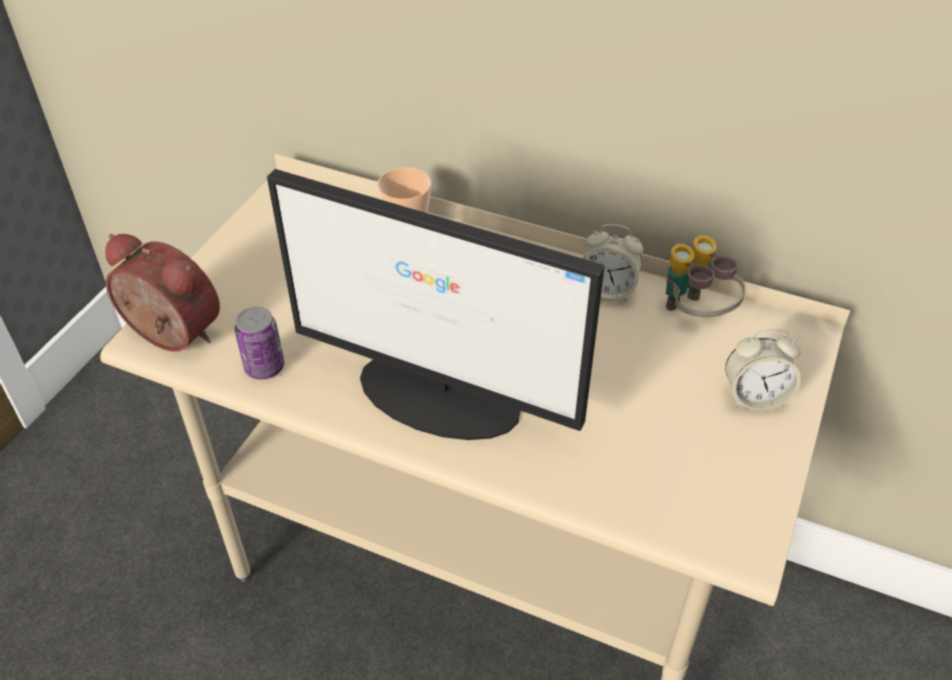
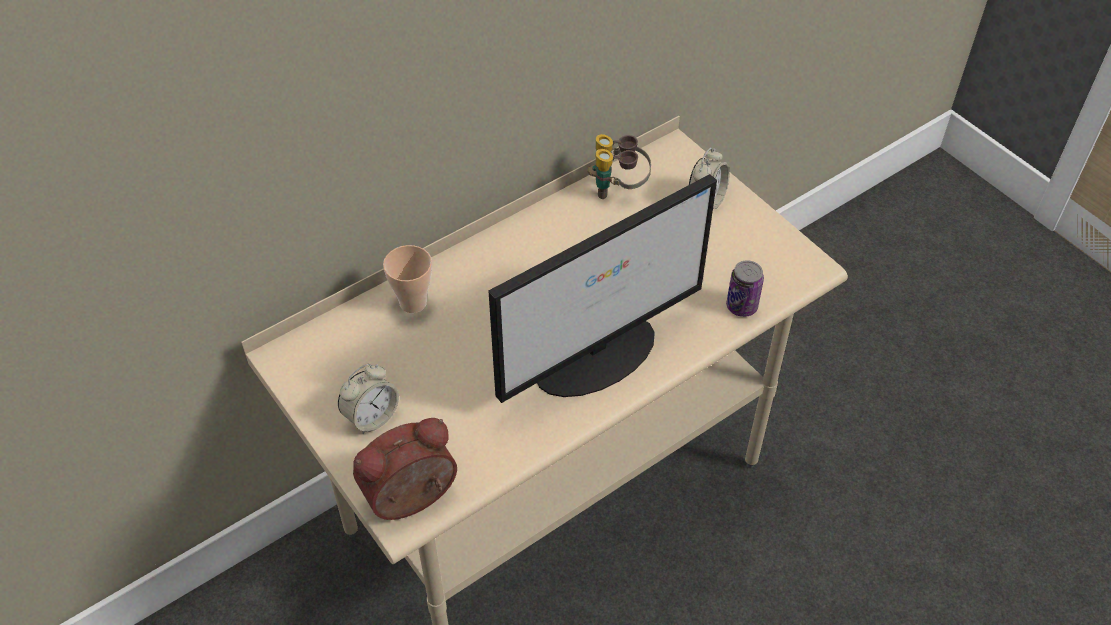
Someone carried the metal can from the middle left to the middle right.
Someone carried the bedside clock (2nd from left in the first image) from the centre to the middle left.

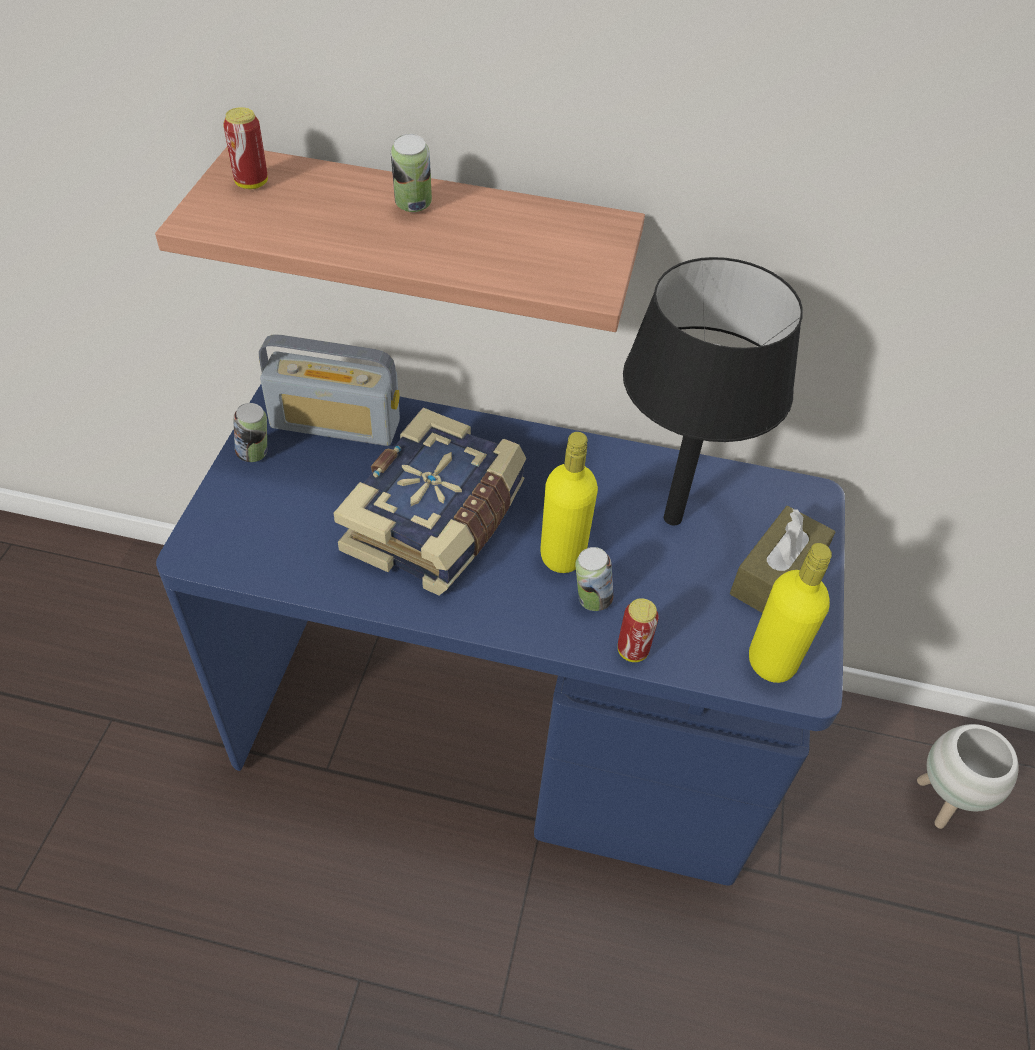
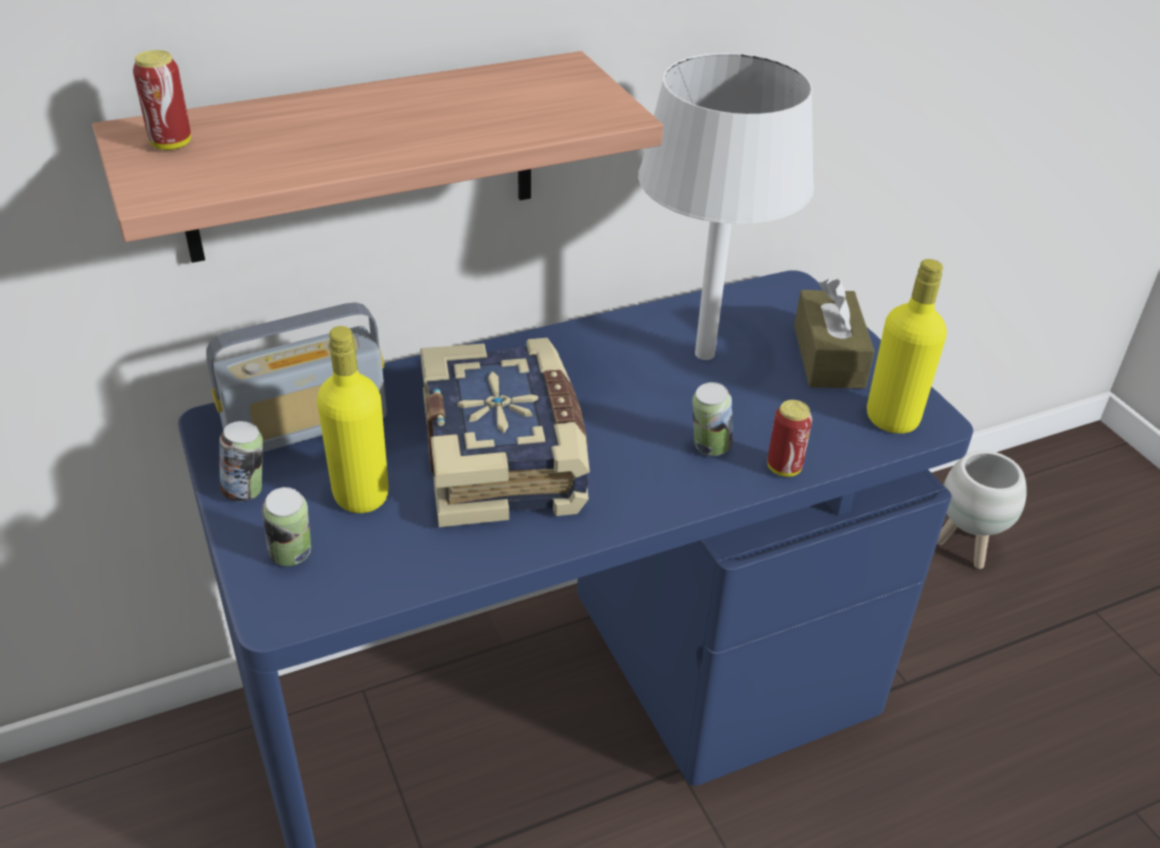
Someone carried the metal can (3rd from left) from the top centre to the middle left.
Someone carried the drink bottle (yellow) (1st from left) from the centre to the middle left.
Someone repainted the lamp for a table (black-coloured) at the middle right, which became the lamp for a table (white-coloured) at the top centre.

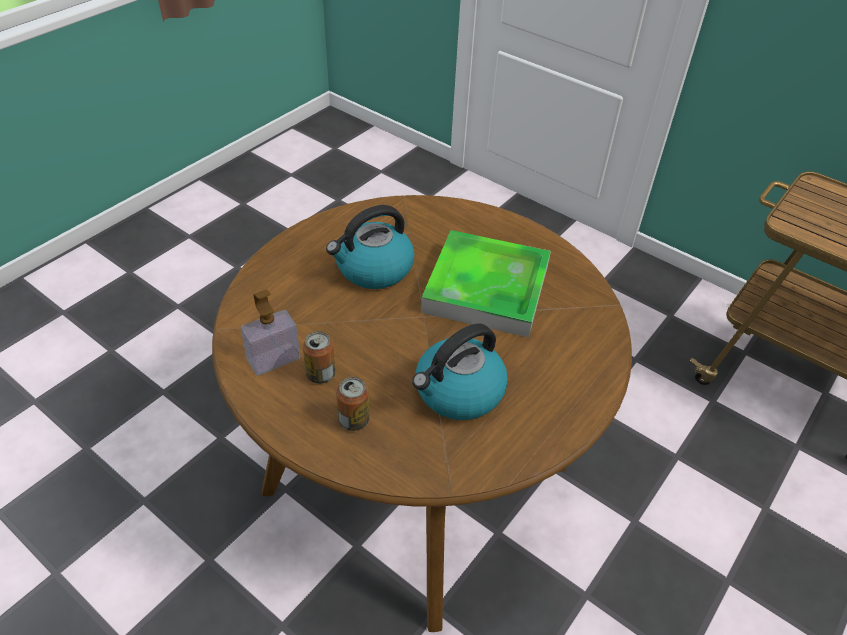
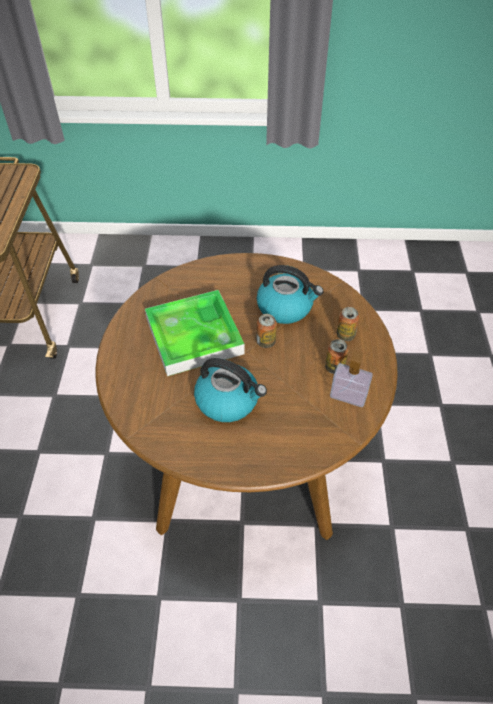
Someone put down the metal can (1st from left) at the centre.

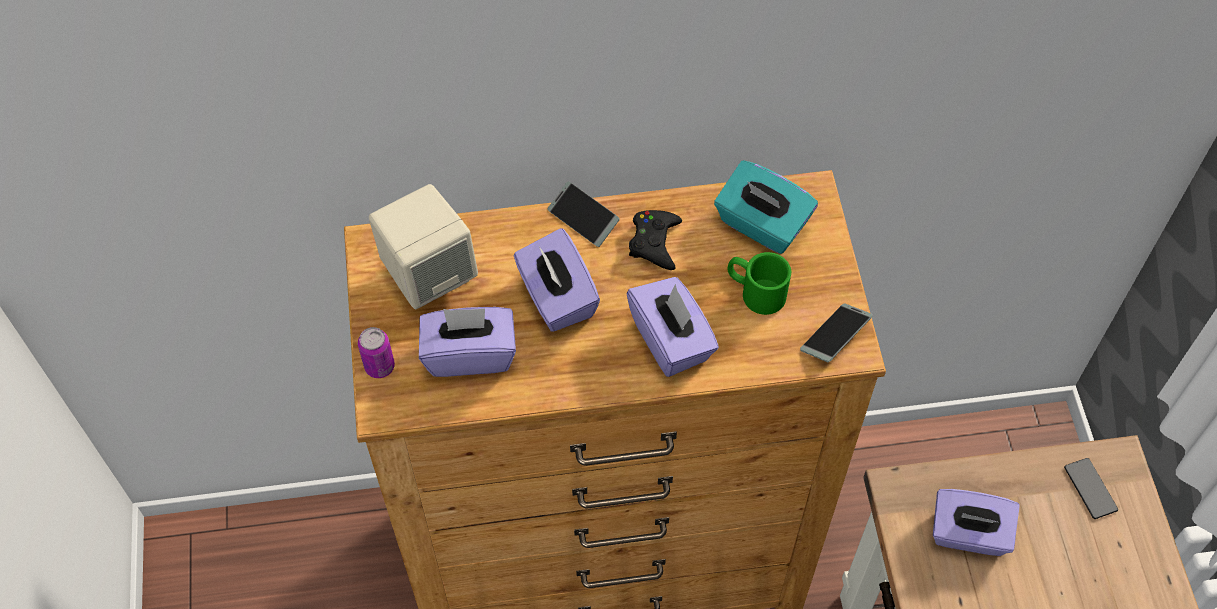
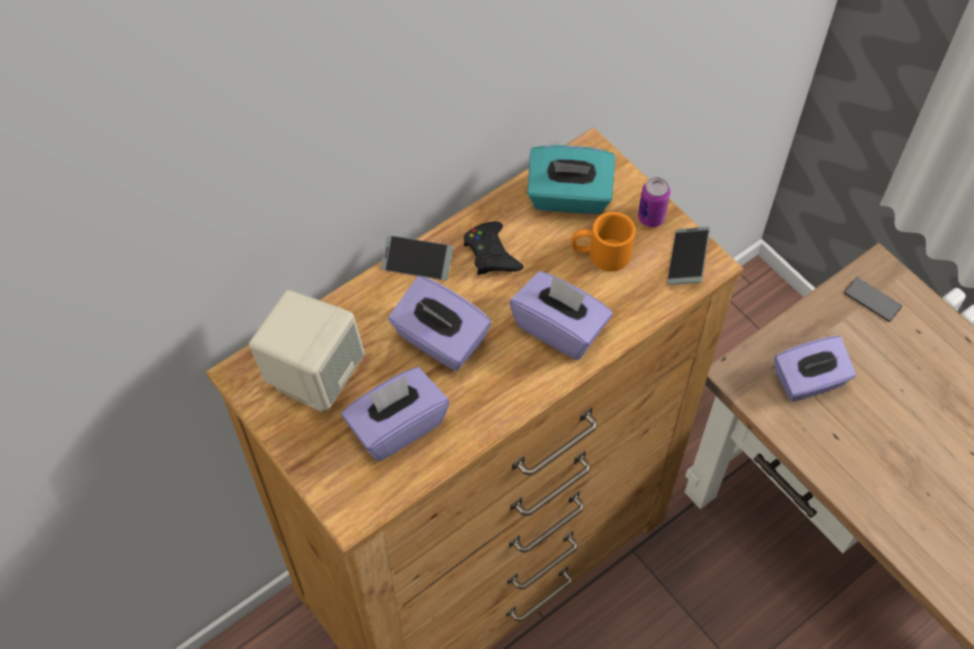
Someone carried the metal can from the middle left to the top right.
Someone repainted the tea mug (green) at the centre, which became the tea mug (orange-coloured) at the centre.

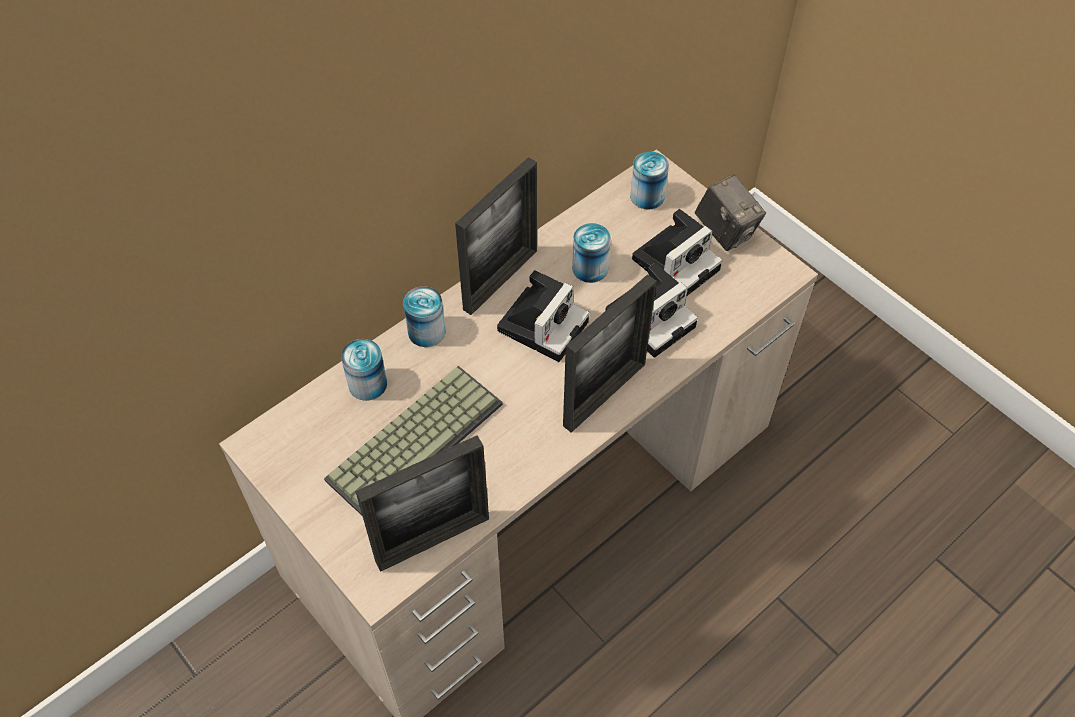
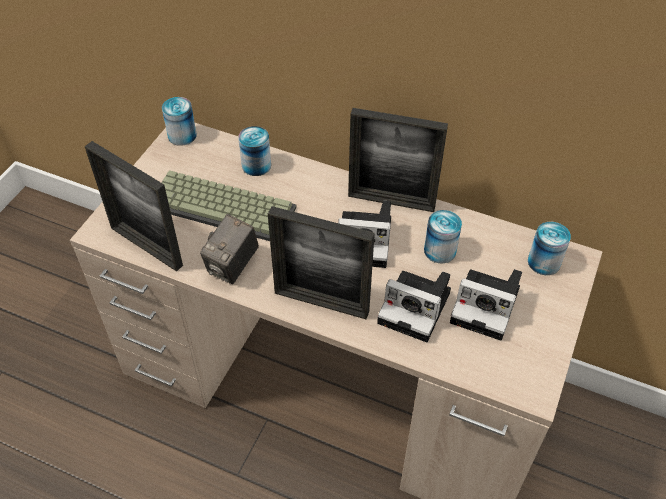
Someone carried the metal can (2nd from left in the first image) from the centre to the top left.
Someone carried the still camera (4th from left in the first image) from the top right to the centre.

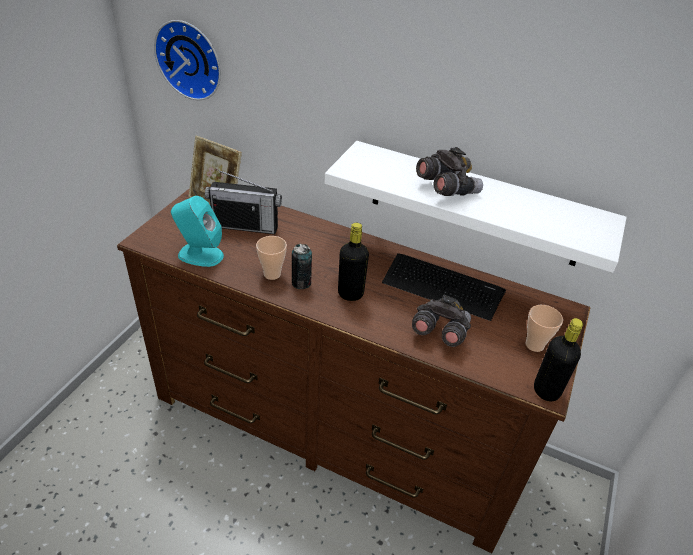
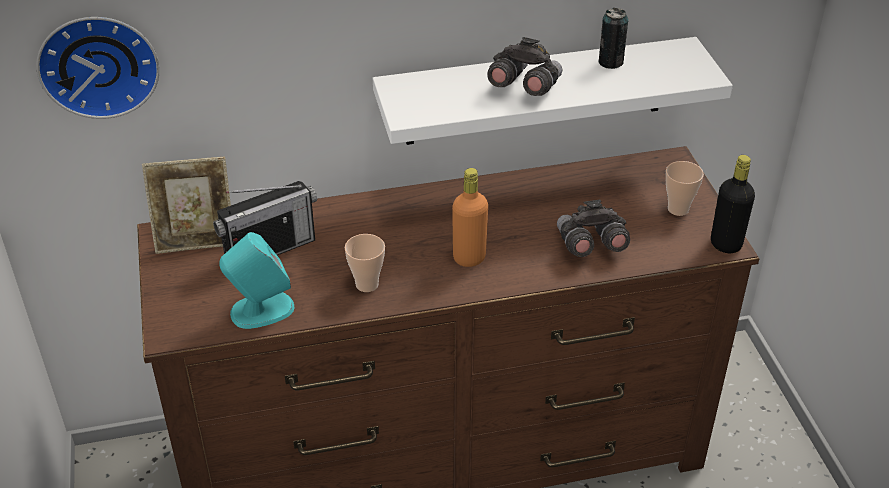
Someone took away the keyboard at the centre.
Someone carried the metal can from the centre to the top right.
Someone repainted the drink bottle (black-coloured) (1st from left) at the centre, which became the drink bottle (orange-coloured) at the centre.

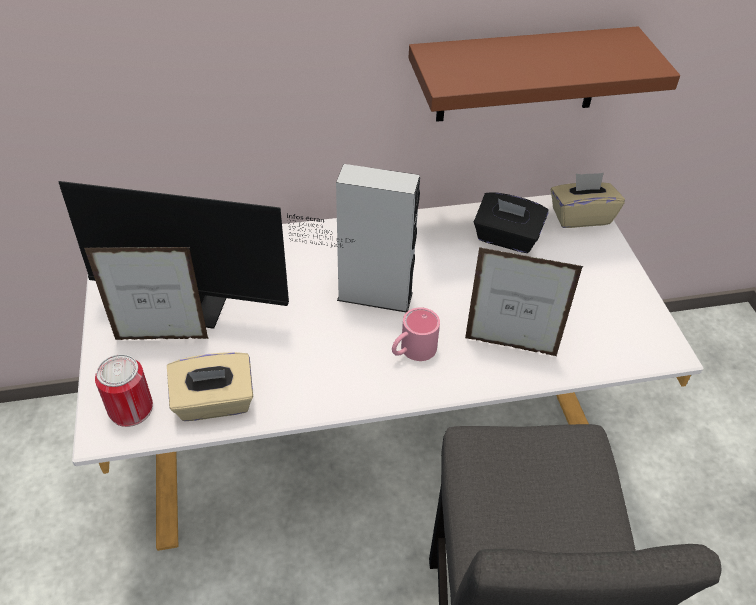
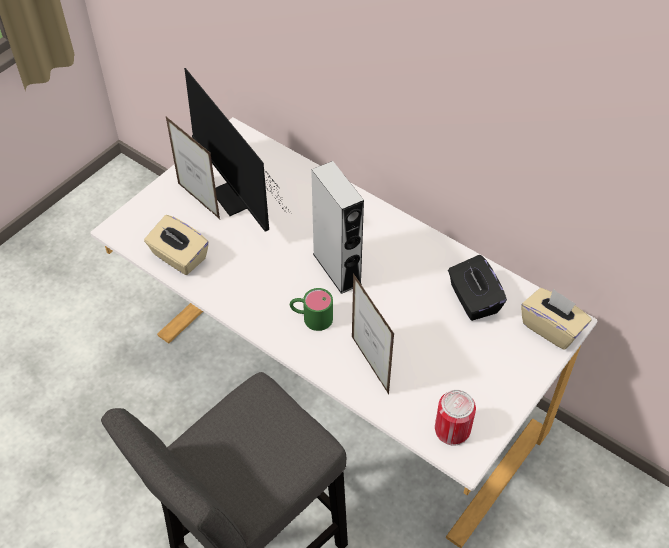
Someone took away the wall shelf (brown) at the top right.
Someone carried the metal can from the middle left to the bottom right.
Someone repainted the tea mug (pink) at the centre, which became the tea mug (green) at the centre.

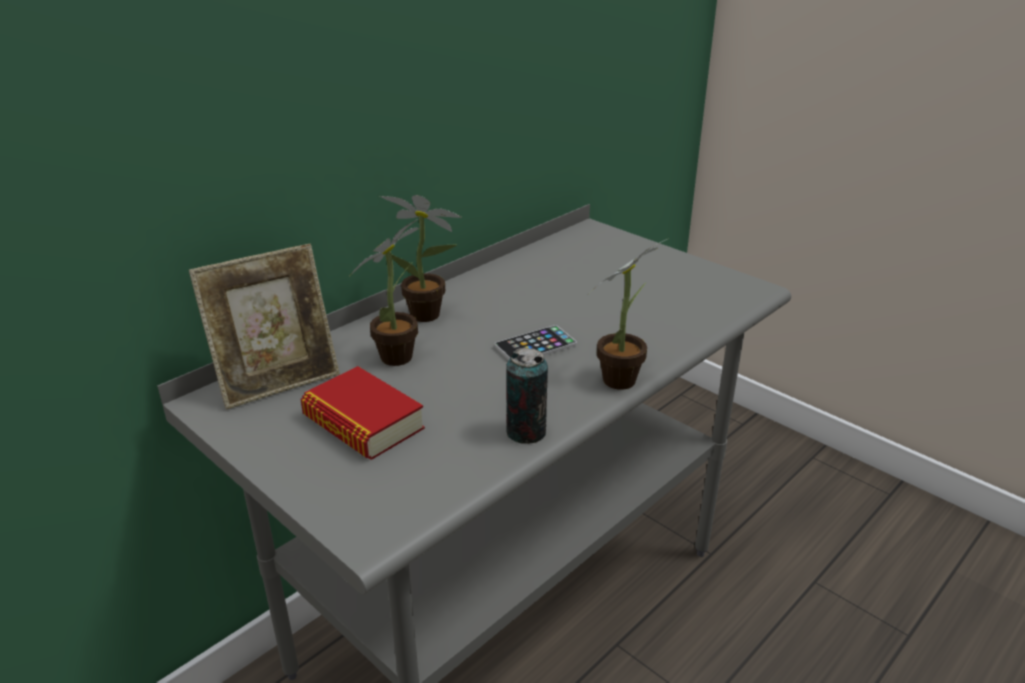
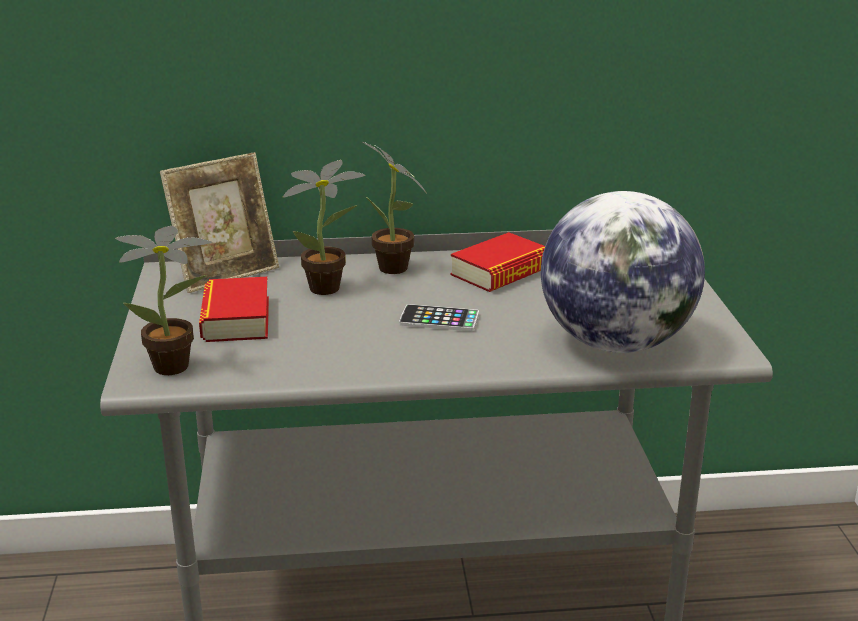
Someone took away the metal can at the centre.
Someone put down the book (2nd from left) at the centre.
Someone put down the world globe at the middle right.
Someone carried the houseplant (3rd from left in the first image) from the centre to the middle left.
Someone rotated the standing frame at the middle left by 45 degrees counterclockwise.

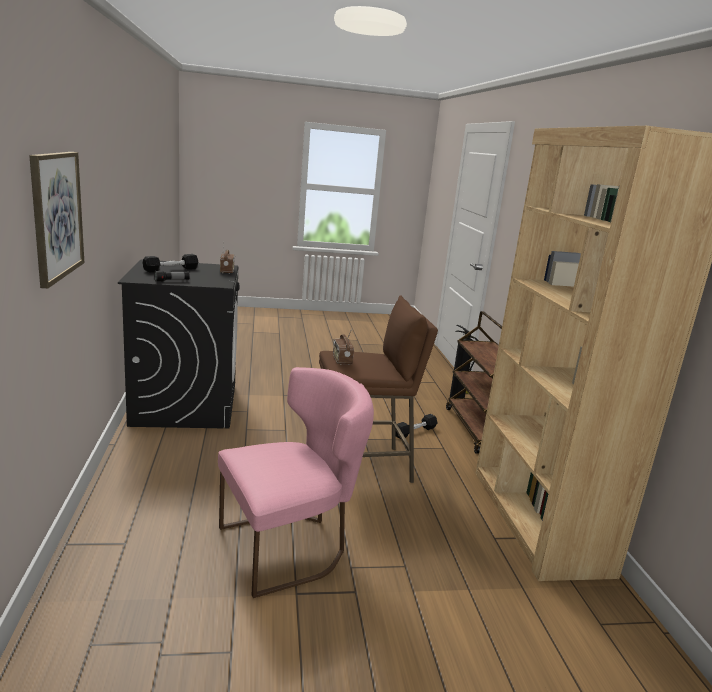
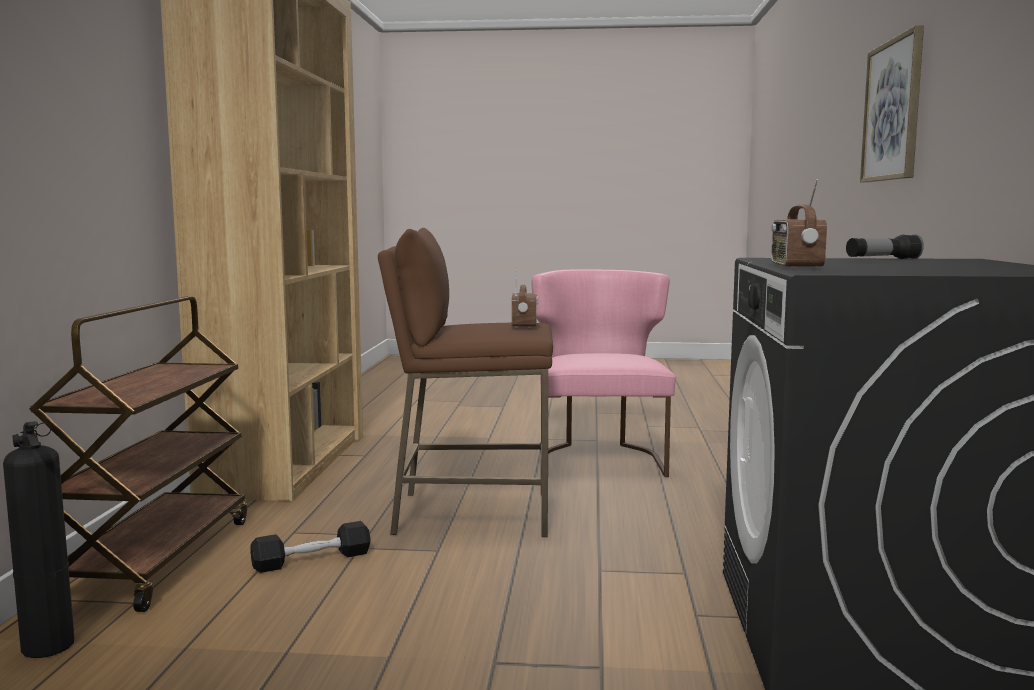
Someone took away the free weight (black-coloured) (1st from left) at the middle left.
Someone rotated the upright chair (pink) at the bottom centre by 105 degrees clockwise.

